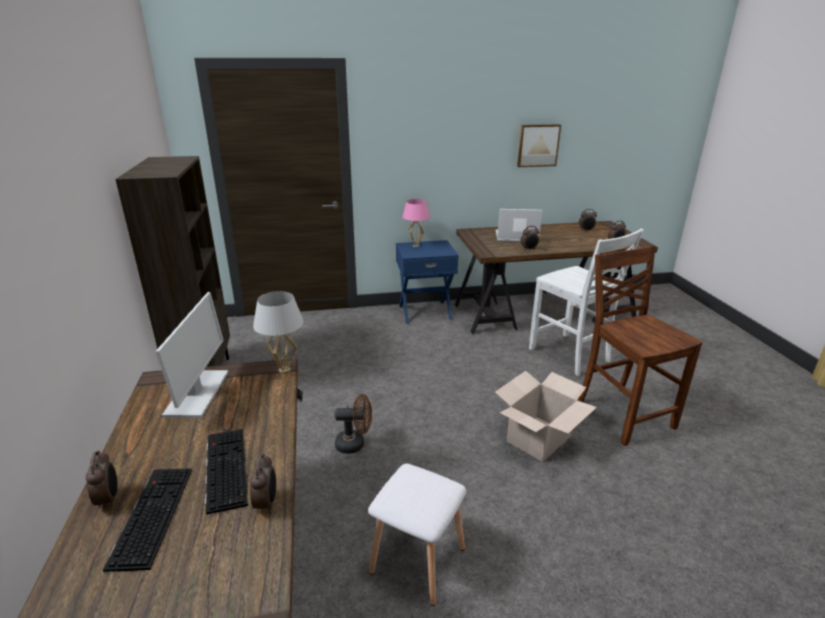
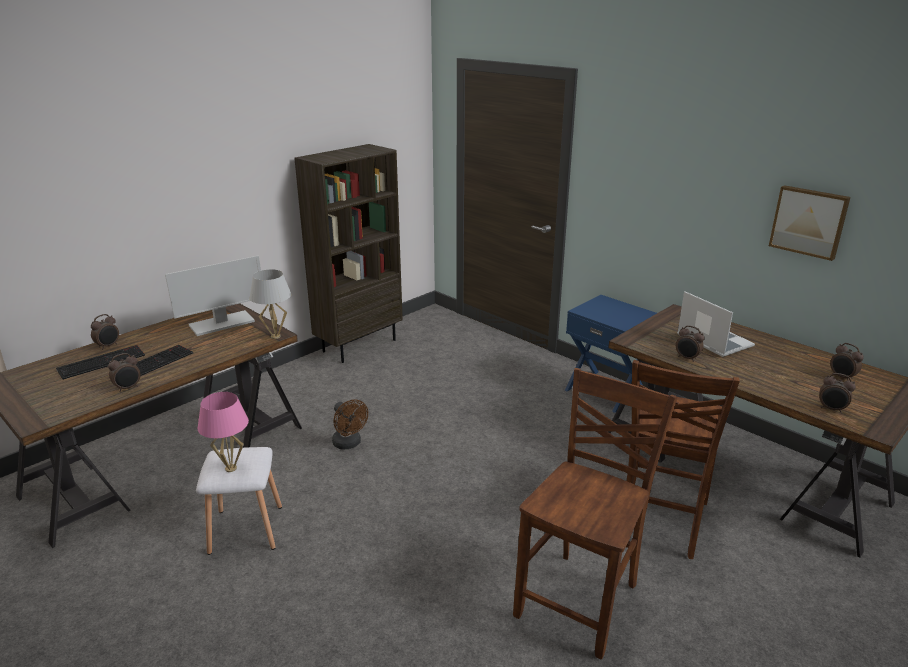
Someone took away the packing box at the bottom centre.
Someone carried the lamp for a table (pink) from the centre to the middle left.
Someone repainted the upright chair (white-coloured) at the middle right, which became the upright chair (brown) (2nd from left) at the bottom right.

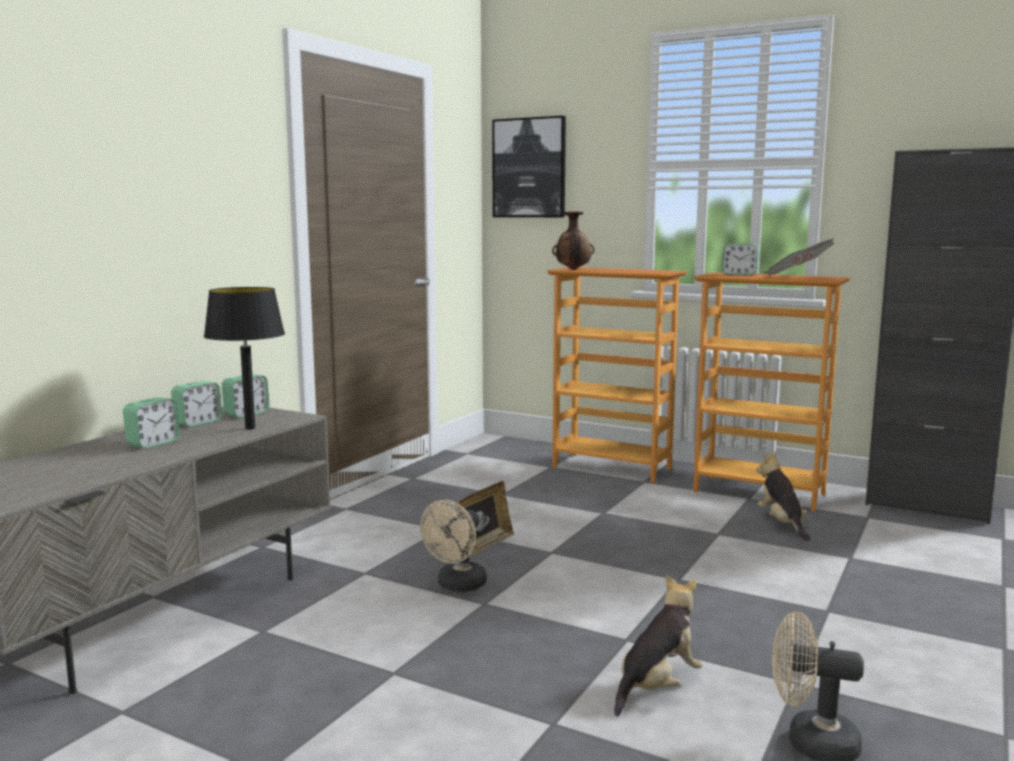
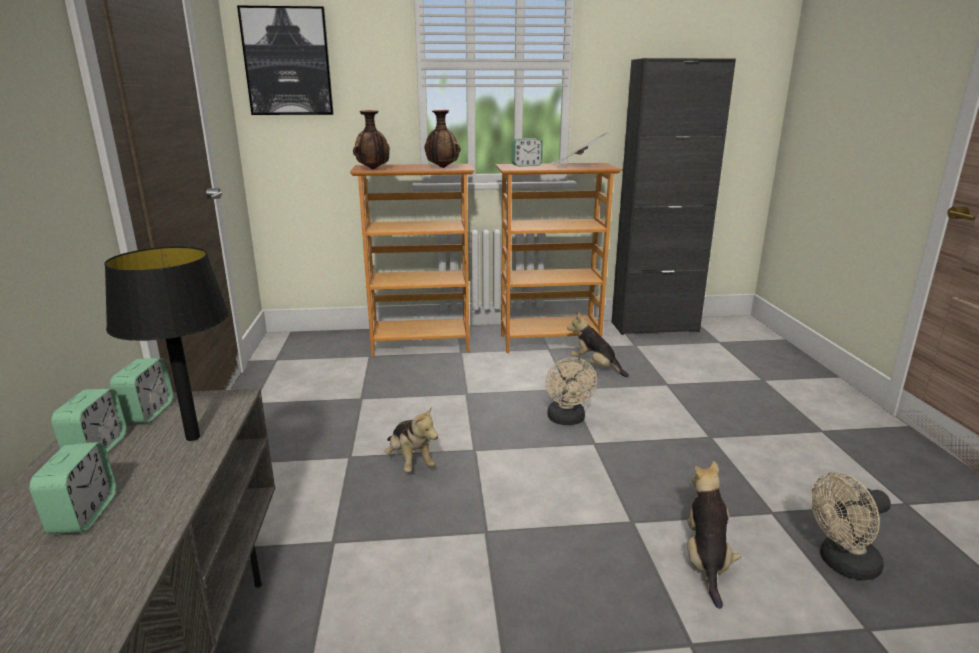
Someone put down the vase (2nd from left) at the top centre.
Someone carried the cooling fan (beige-coloured) (1st from left) from the bottom centre to the centre.
Someone swapped the standing frame at the bottom centre for the cuddly toy (1st from left) at the bottom centre.

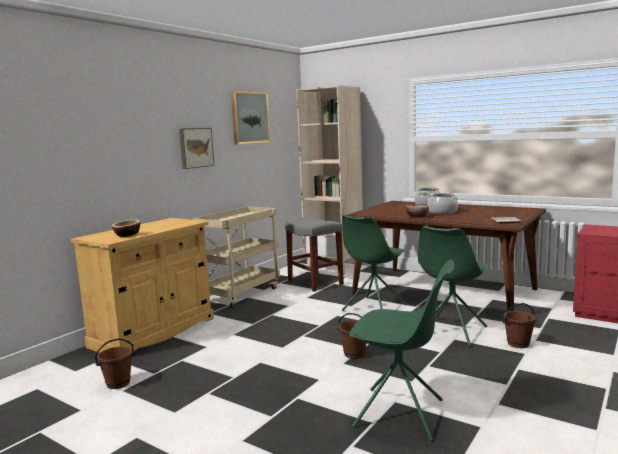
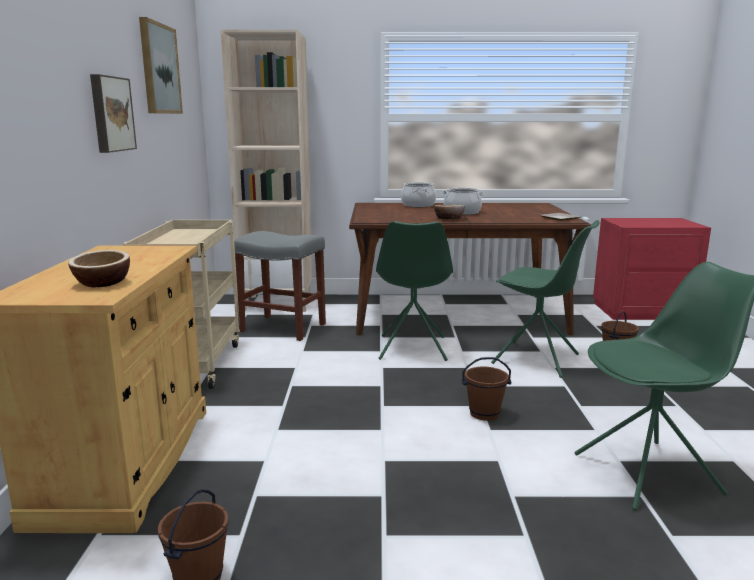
Someone rotated the upright chair (green) (3rd from left in the first image) at the middle right by 60 degrees counterclockwise.

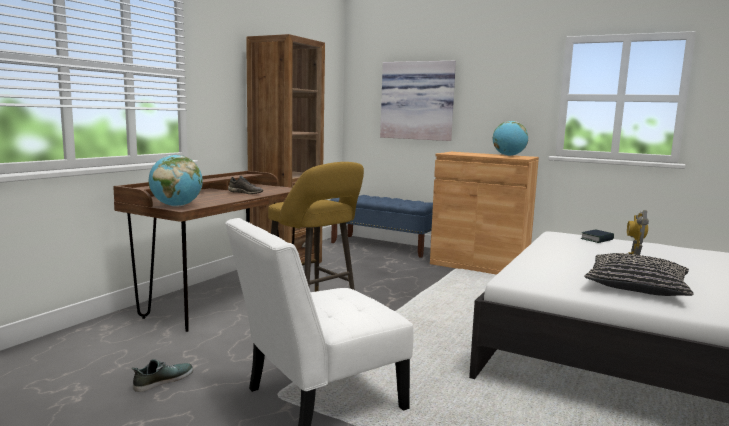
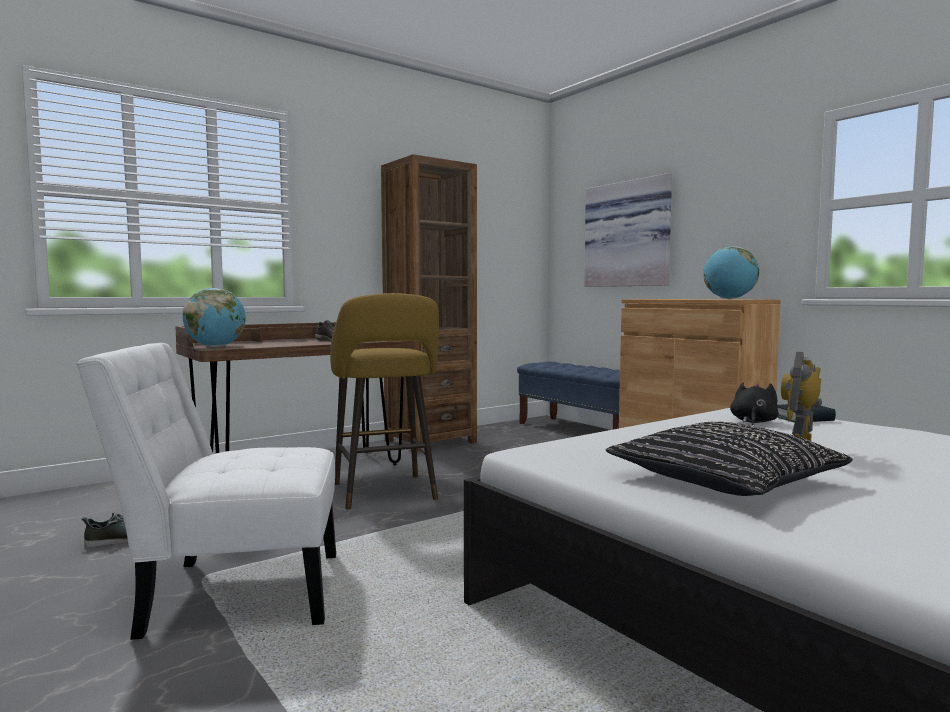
Someone put down the cuddly toy (black-coloured) at the middle right.

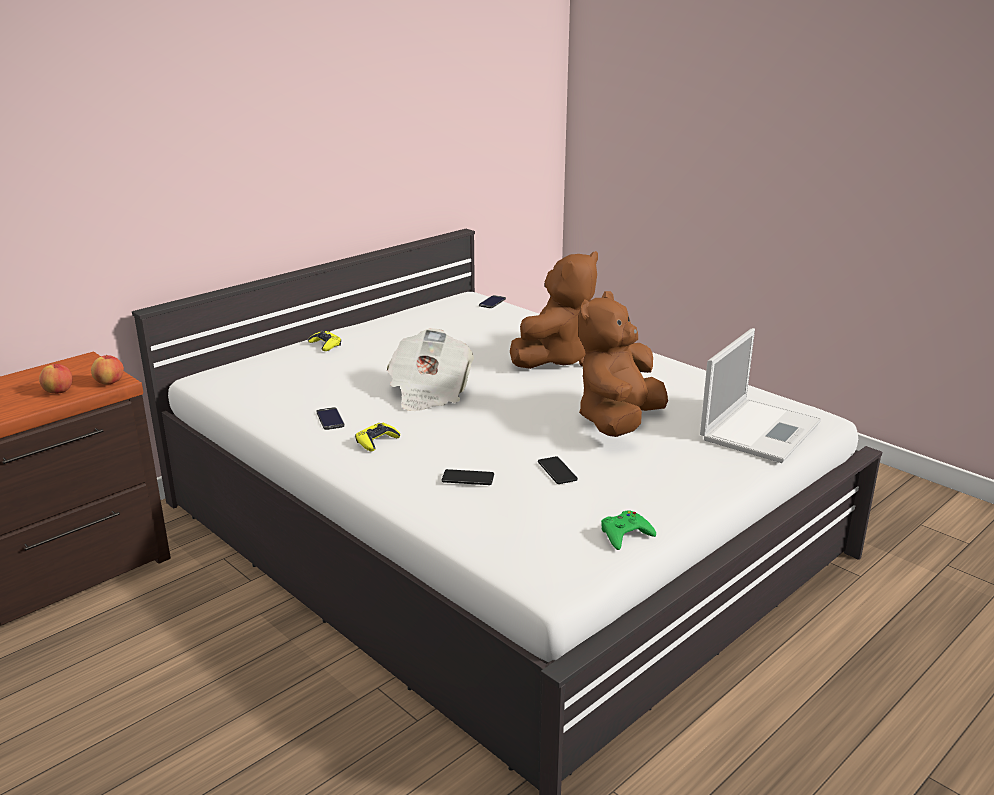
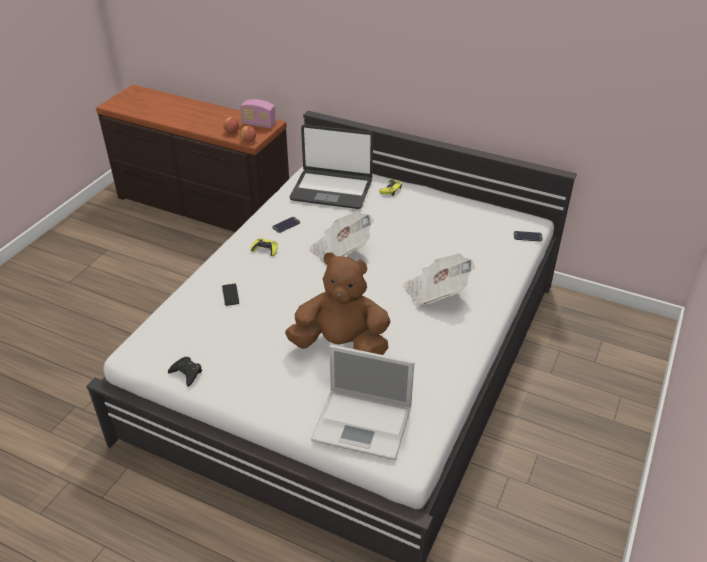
Someone took away the handset (4th from left) at the centre.
Someone put down the radio at the top centre.
Someone put down the portable computer (1st from left) at the top centre.
Someone swapped the cuddly toy (brown) (1st from left) at the centre for the daily paper (2nd from left) at the centre.
Someone repainted the joypad (green) at the bottom centre, which became the joypad (black-coloured) at the middle left.

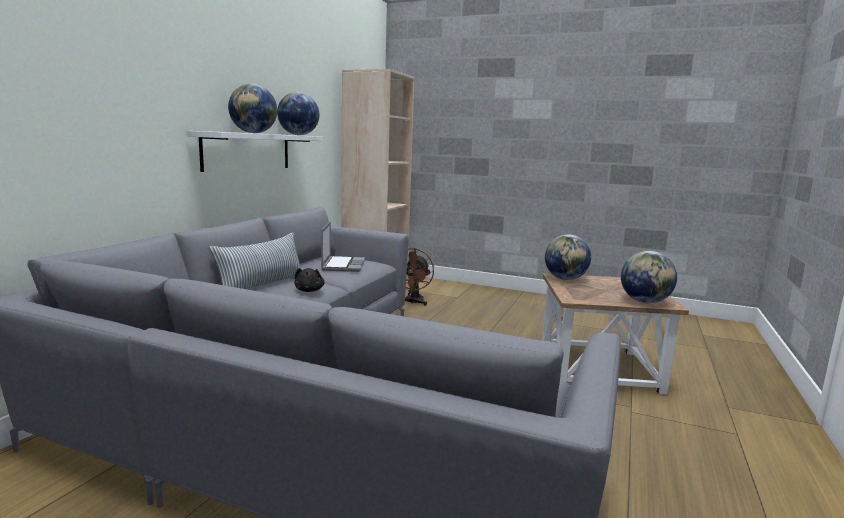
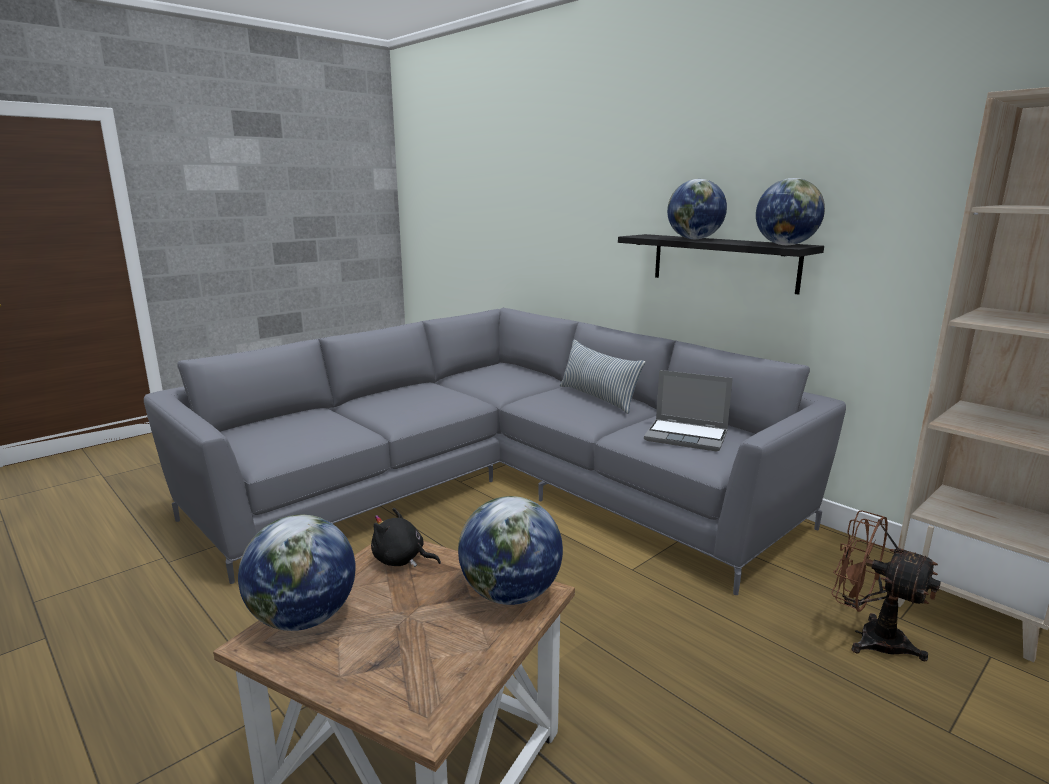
Someone carried the cuddly toy (black-coloured) from the centre to the bottom centre.
Someone repainted the wall shelf (white-coloured) at the top left, which became the wall shelf (black-coloured) at the middle right.

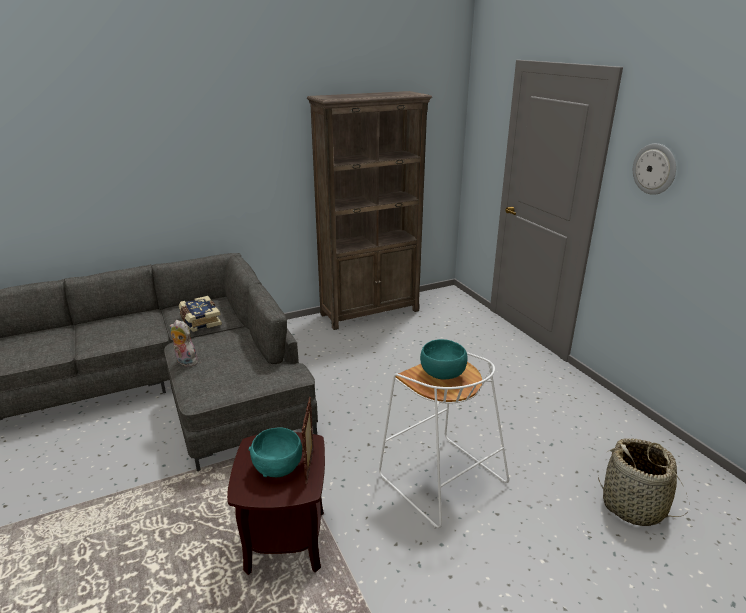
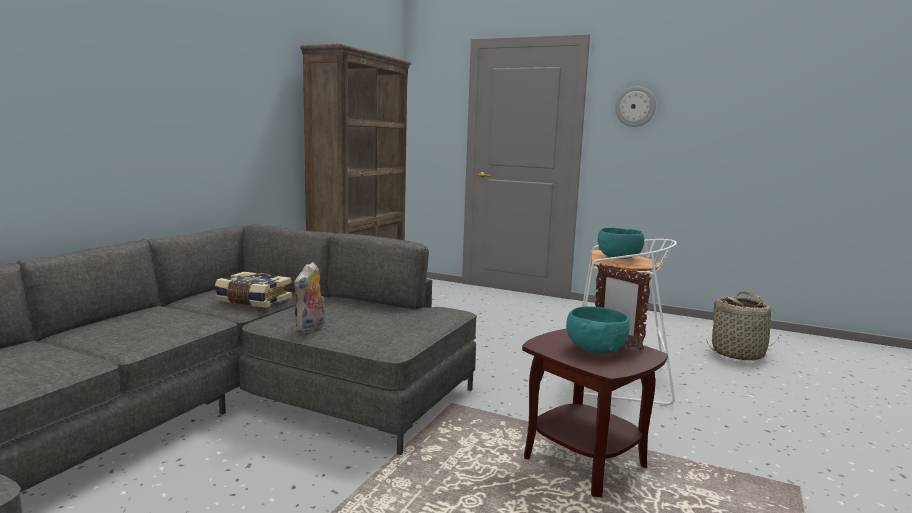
Someone rotated the cuddly toy at the middle left by 60 degrees counterclockwise.

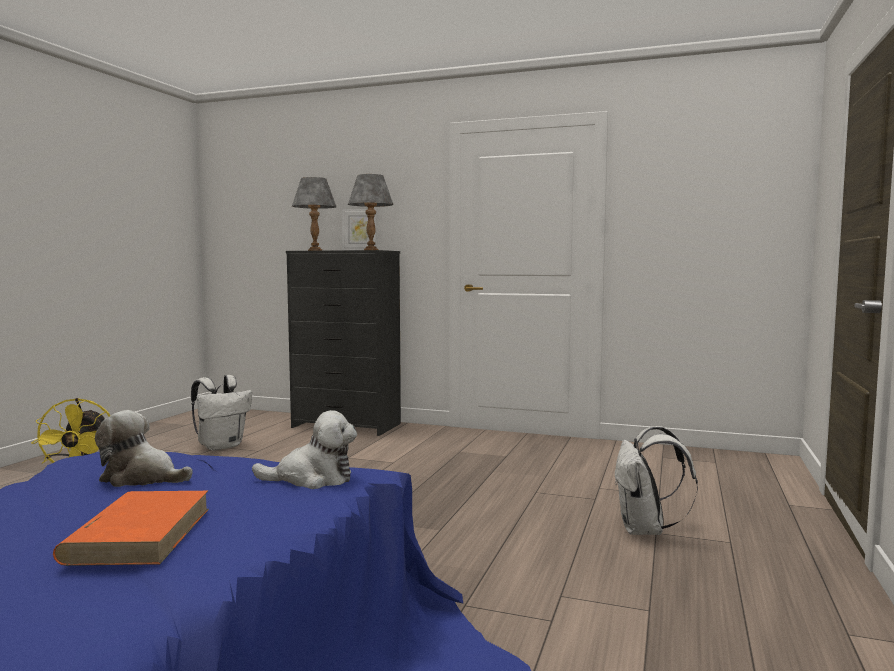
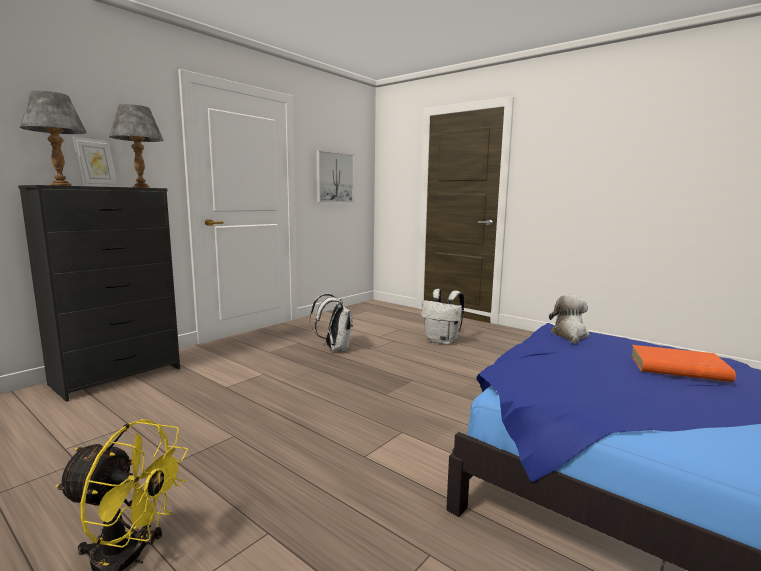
Someone took away the cuddly toy (1st from left) at the bottom left.
Someone put up the wall art at the top centre.
Someone carried the rucksack (white-coloured) (1st from left) from the middle left to the centre.

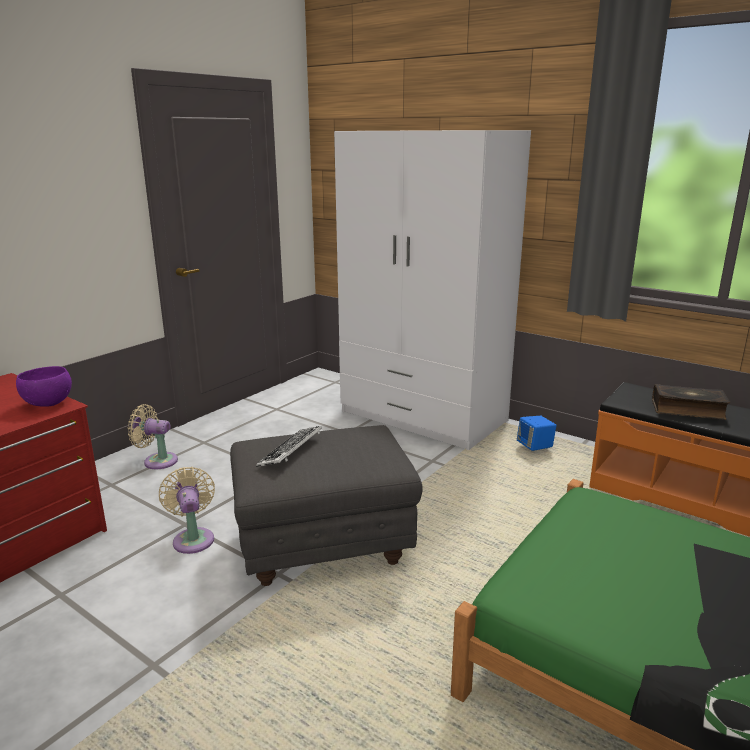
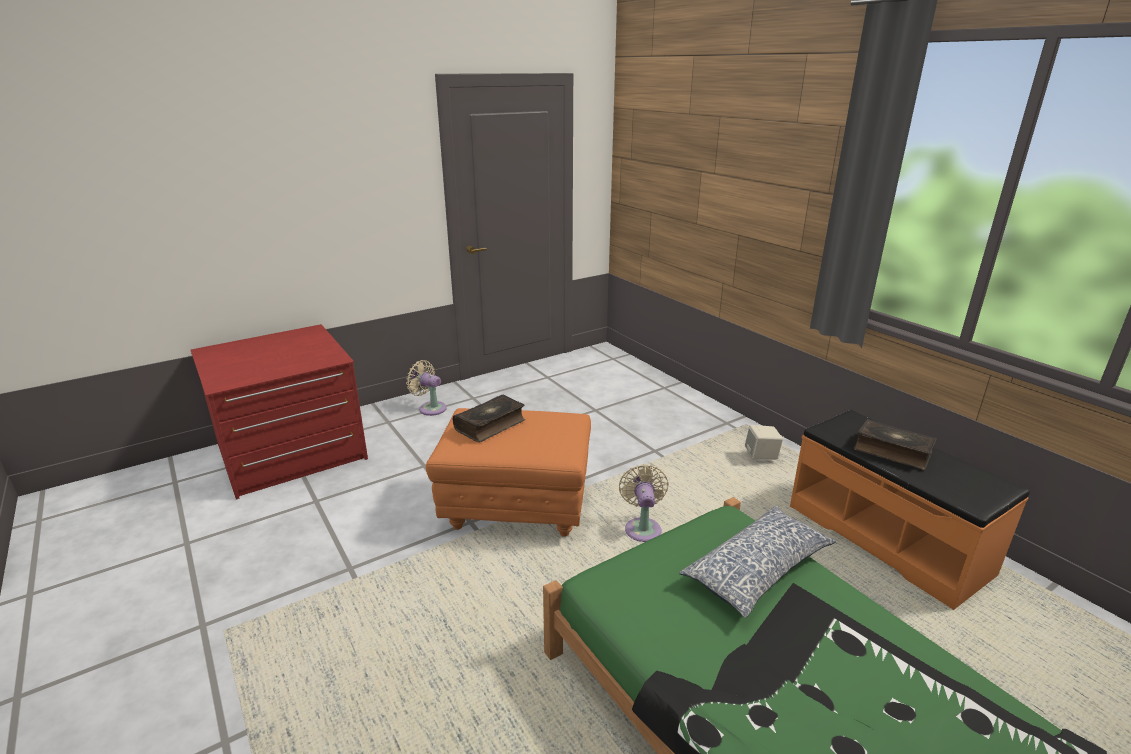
Someone took away the serving bowl (purplish) at the middle left.
Someone took away the armoire (white-coloured) at the centre.
Someone put down the pillow at the bottom right.
Someone carried the cooling fan (beige-coloured) (2nd from left) from the bottom left to the bottom centre.
Someone swapped the keyboard at the centre for the book (1st from left) at the centre.
Someone repainted the footrest (greyish) at the bottom centre, which became the footrest (orange-coloured) at the centre.
Someone repainted the loudspeaker (blue) at the middle right, which became the loudspeaker (beige-coloured) at the middle right.

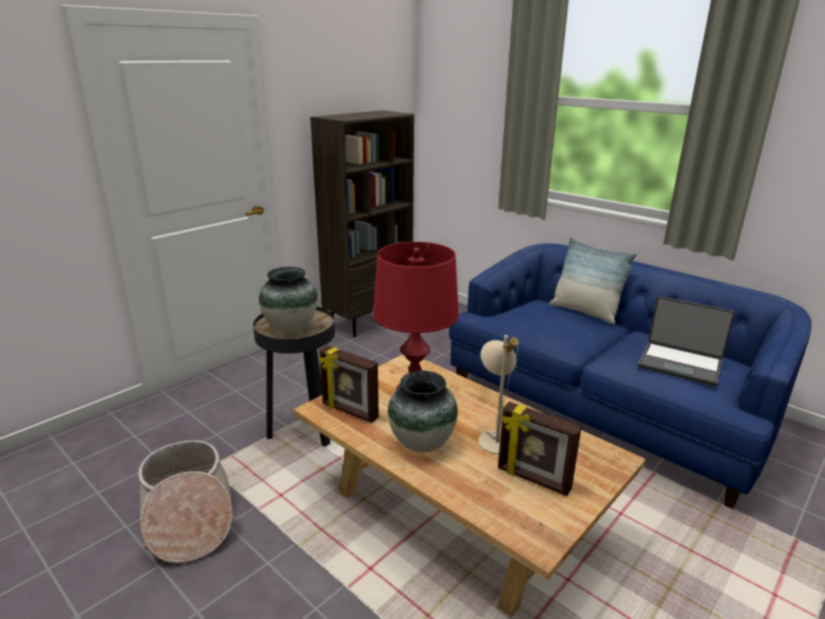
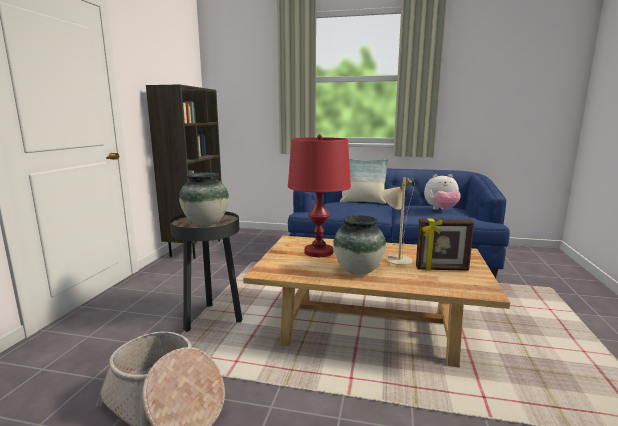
Someone took away the standing frame (1st from left) at the centre.
Someone swapped the portable computer at the middle right for the cuddly toy at the middle right.

